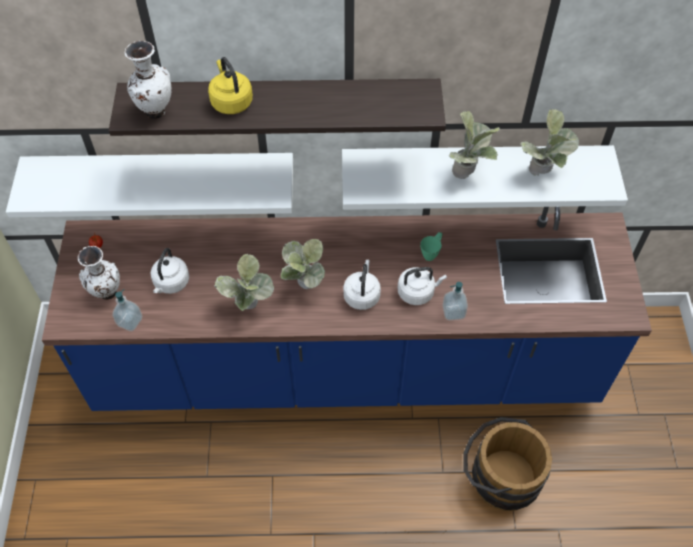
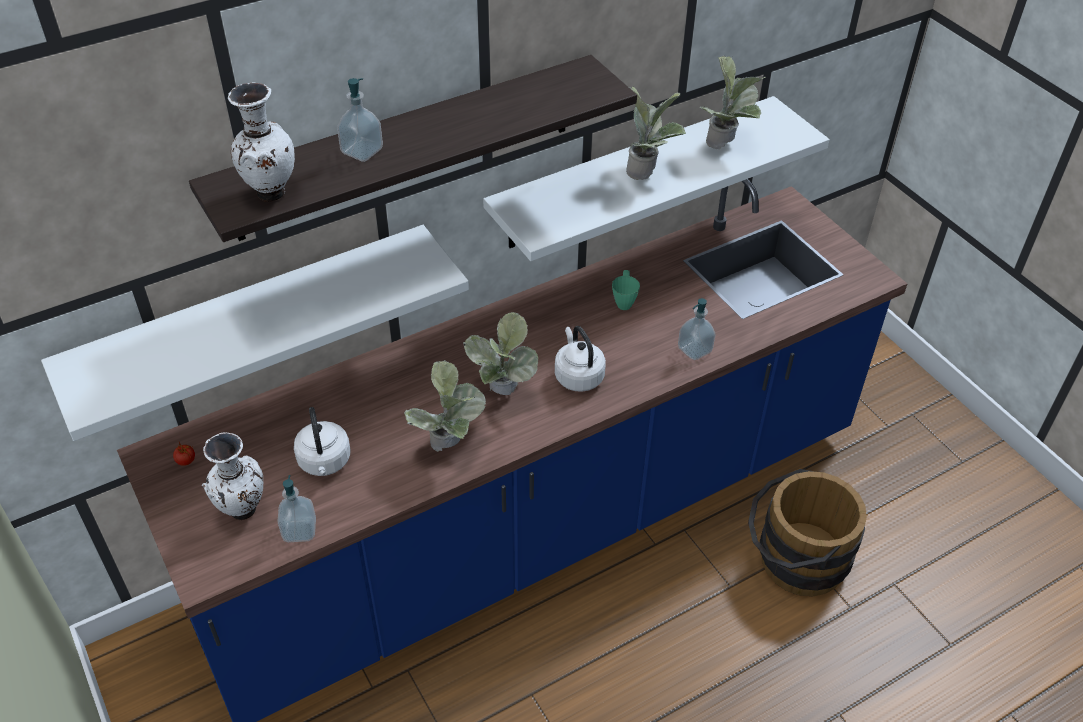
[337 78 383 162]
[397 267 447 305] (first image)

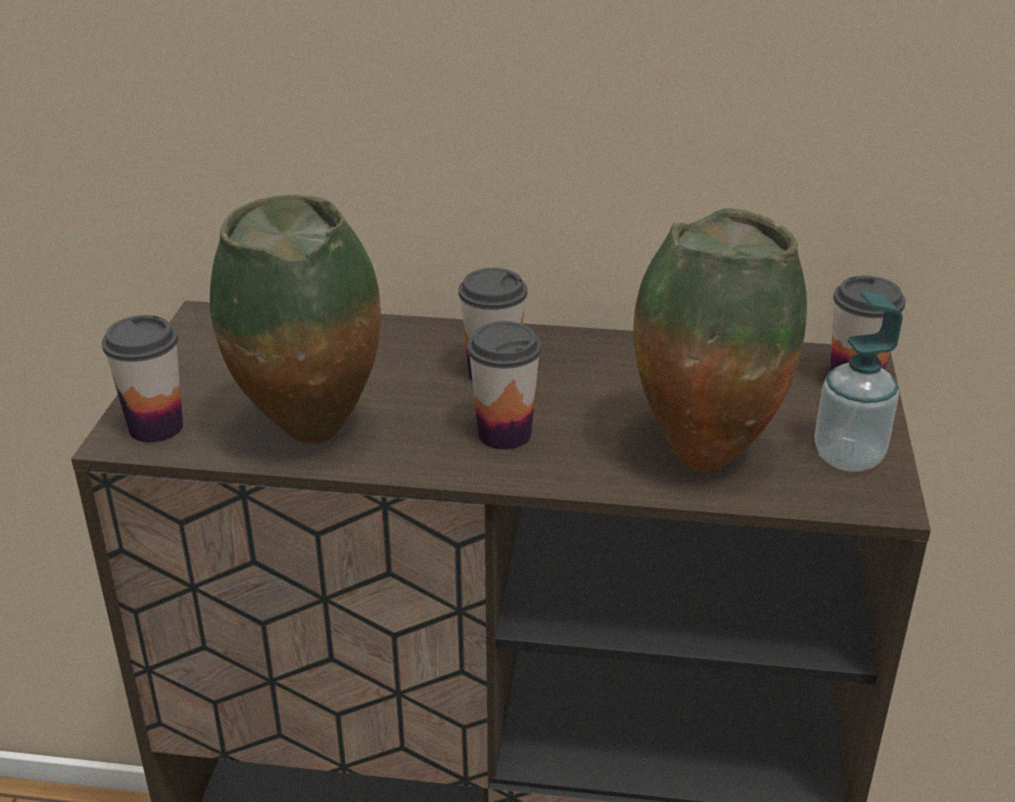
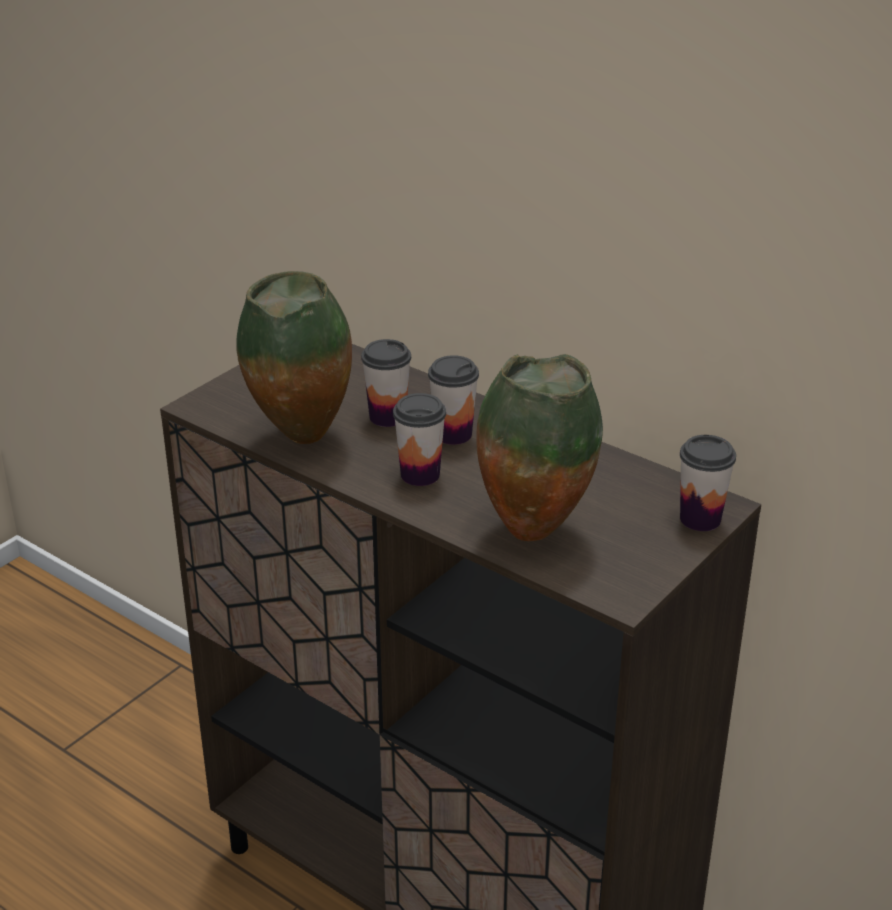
[361 339 411 427]
[814 291 903 471] (first image)

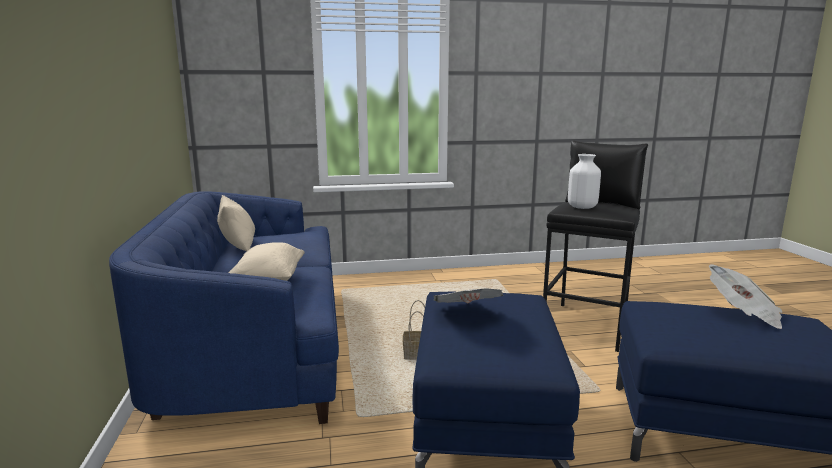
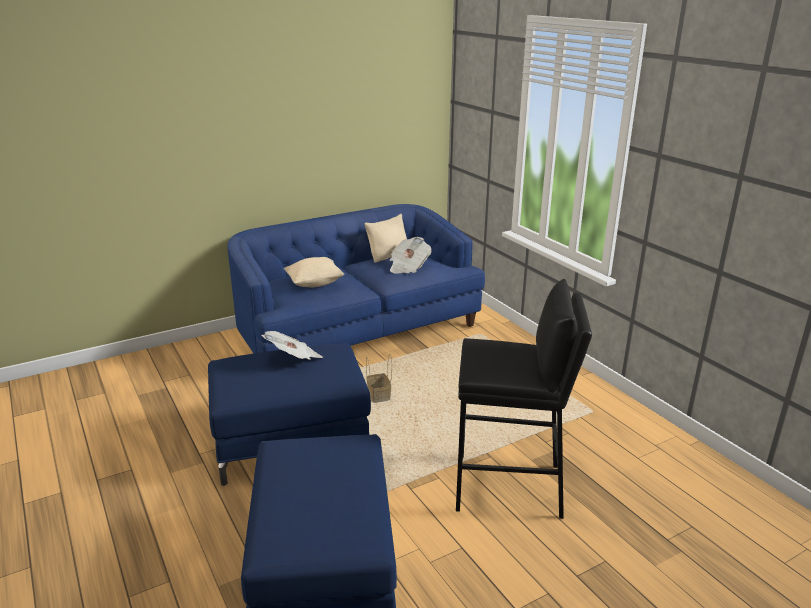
[568 154 601 209] (first image)
[390 237 432 274]

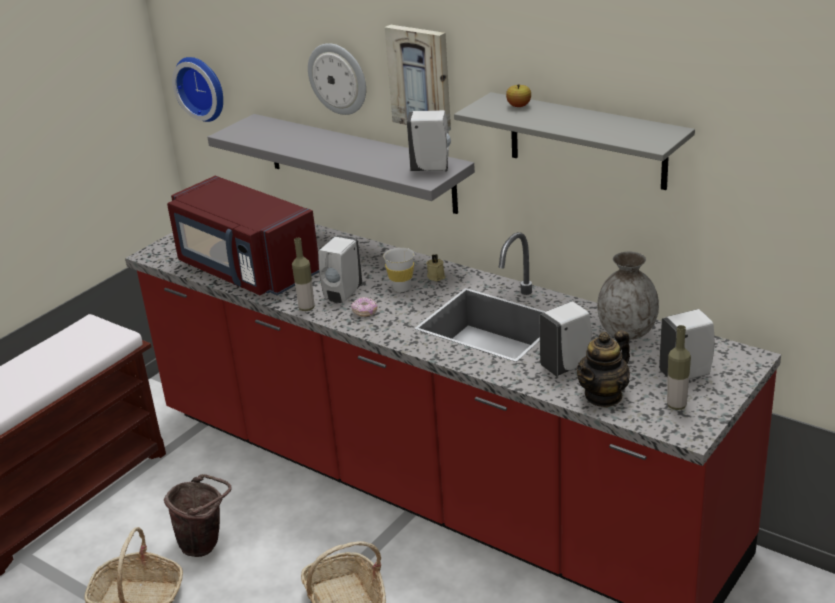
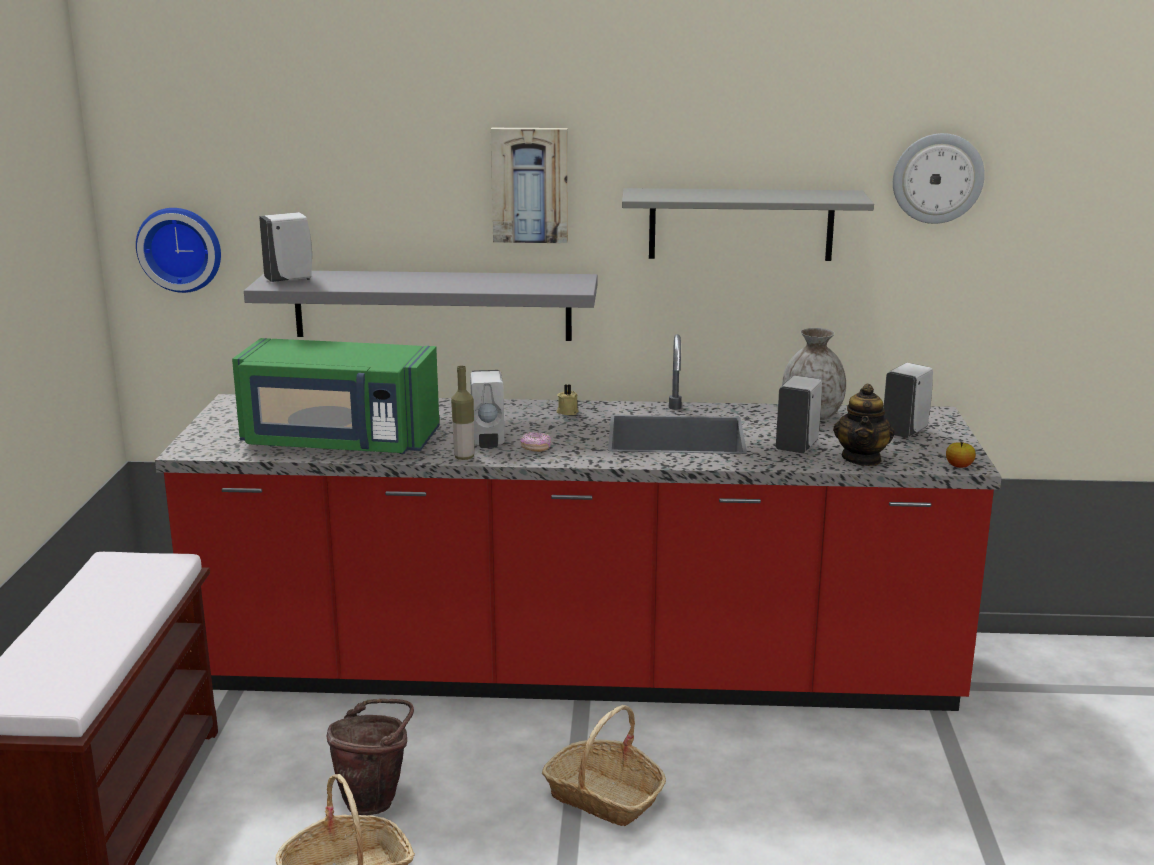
[232 338 440 454]
[893 133 985 224]
[383 248 415 292] (first image)
[259 212 312 282]
[946 442 976 468]
[667 325 691 410] (first image)

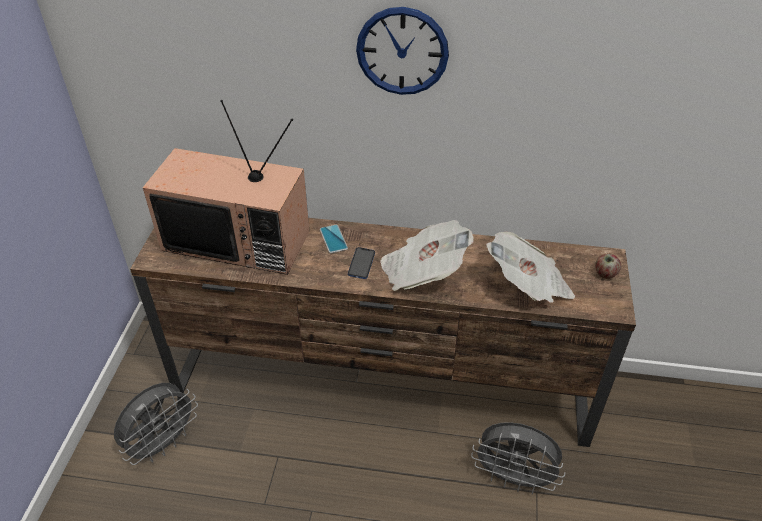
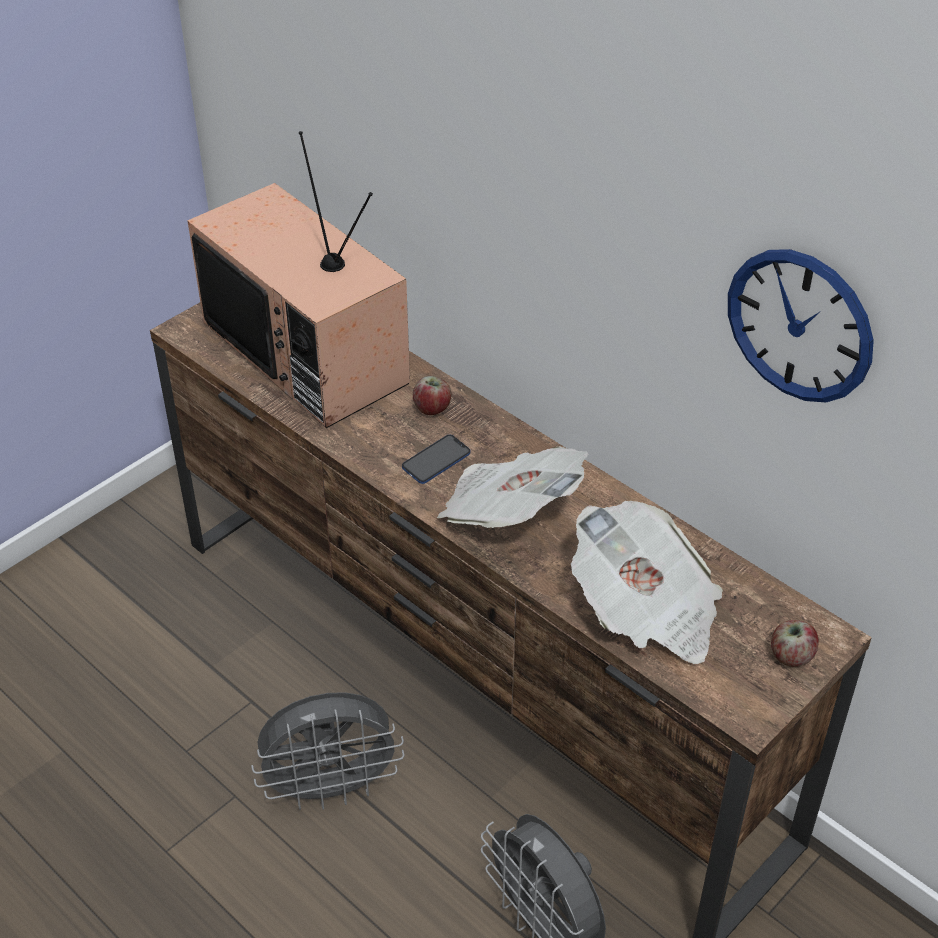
[251 692 404 810]
[413 376 451 415]
[728 249 874 402]

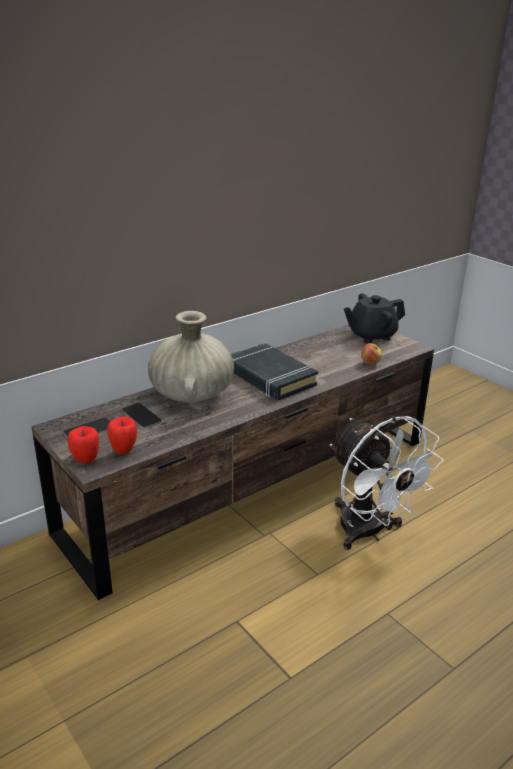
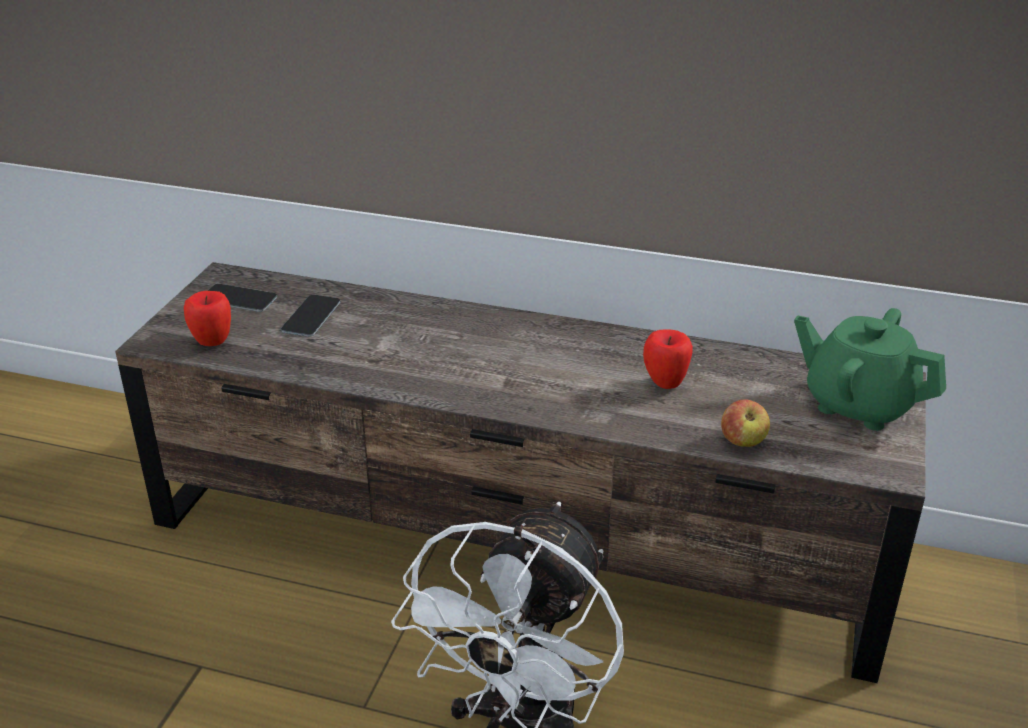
[643 329 693 389]
[148 311 234 403] (first image)
[231 343 318 401] (first image)
[794 308 946 431]

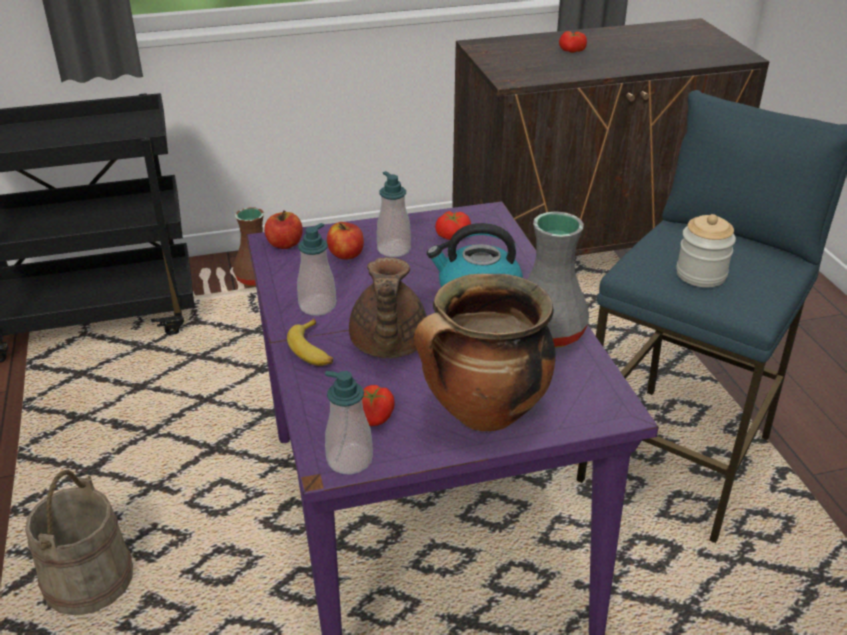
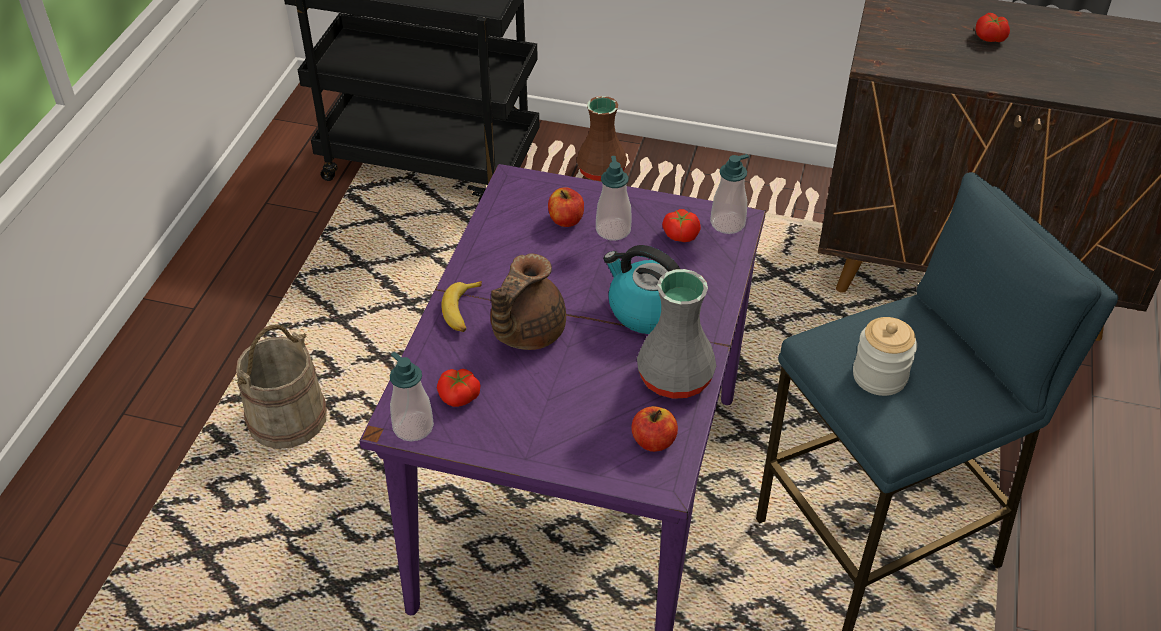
[631 406 678 452]
[710 154 749 234]
[414 274 556 431] (first image)

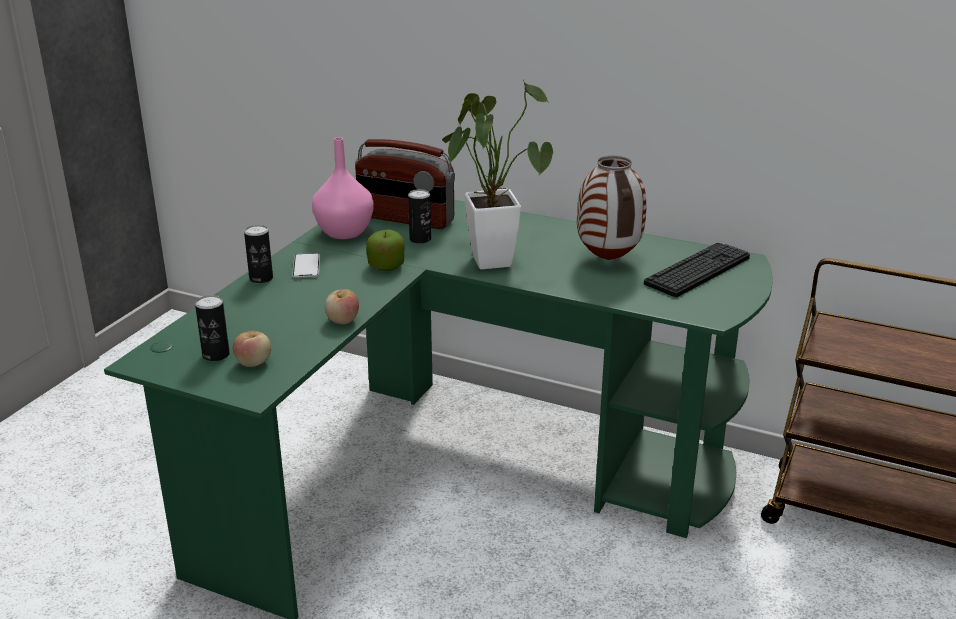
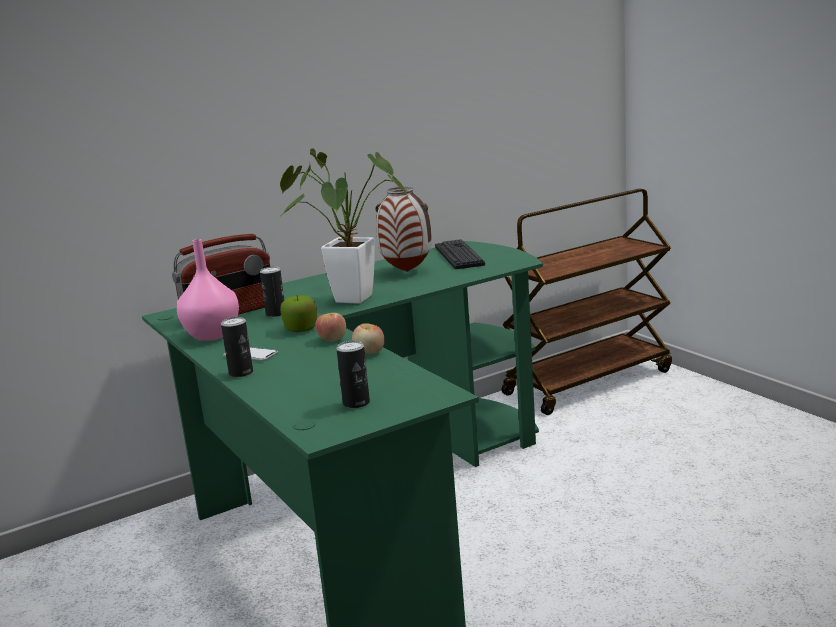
[315 313 346 342]

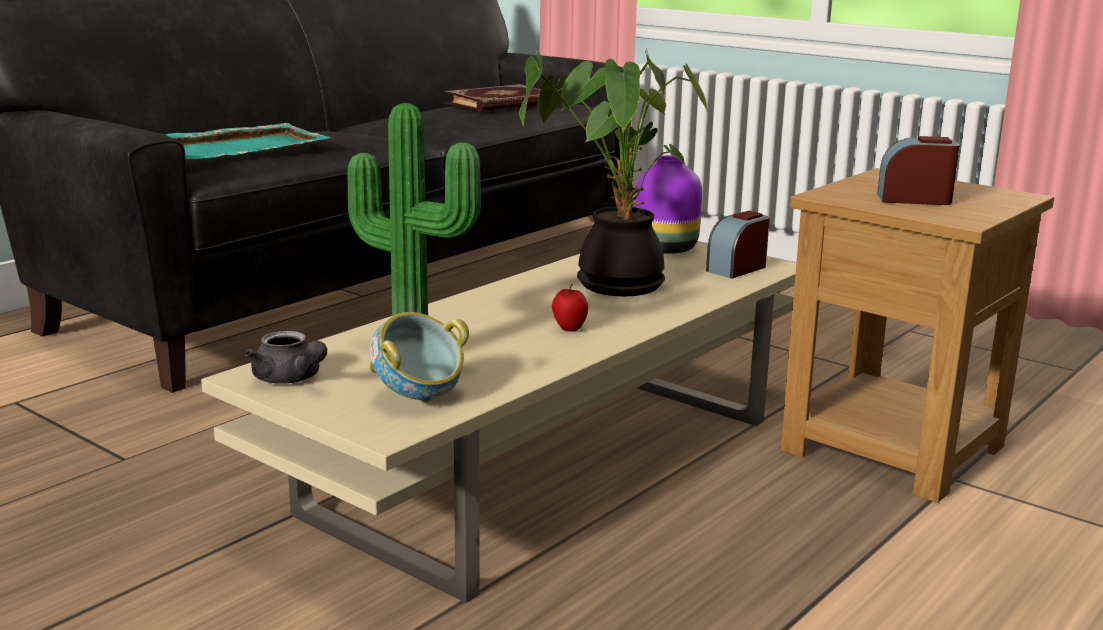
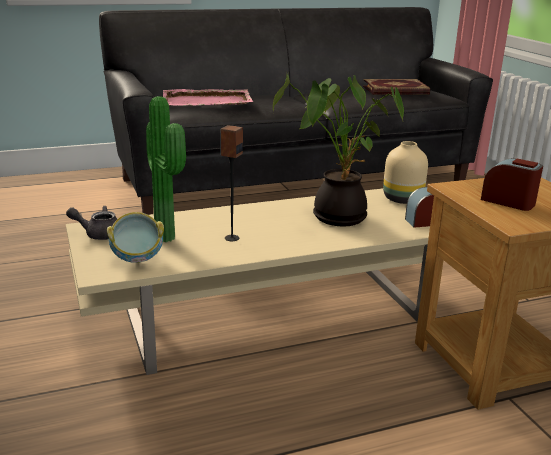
[163 89 253 106]
[66 206 117 240]
[552 284 588 331] (first image)
[383 141 428 204]
[220 125 243 241]

